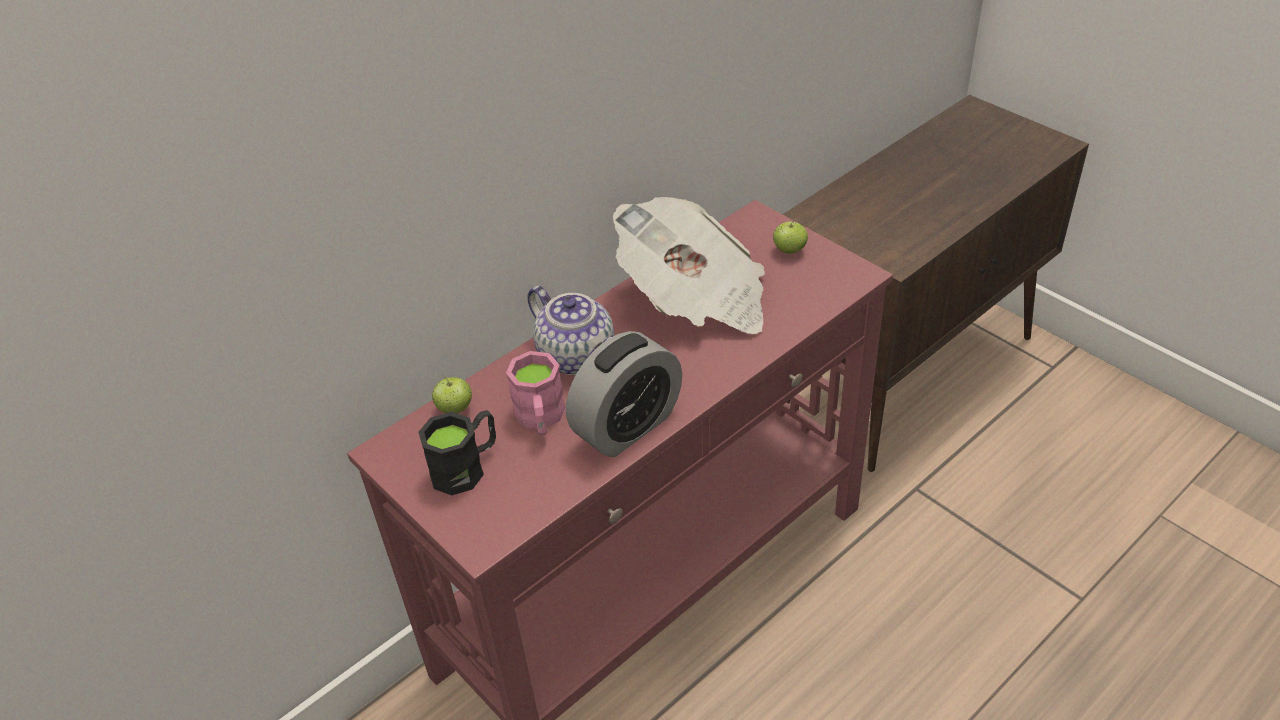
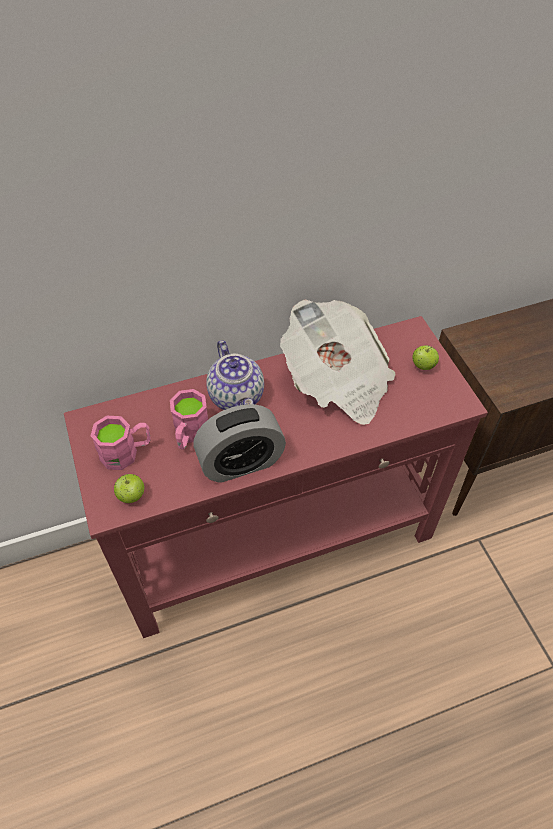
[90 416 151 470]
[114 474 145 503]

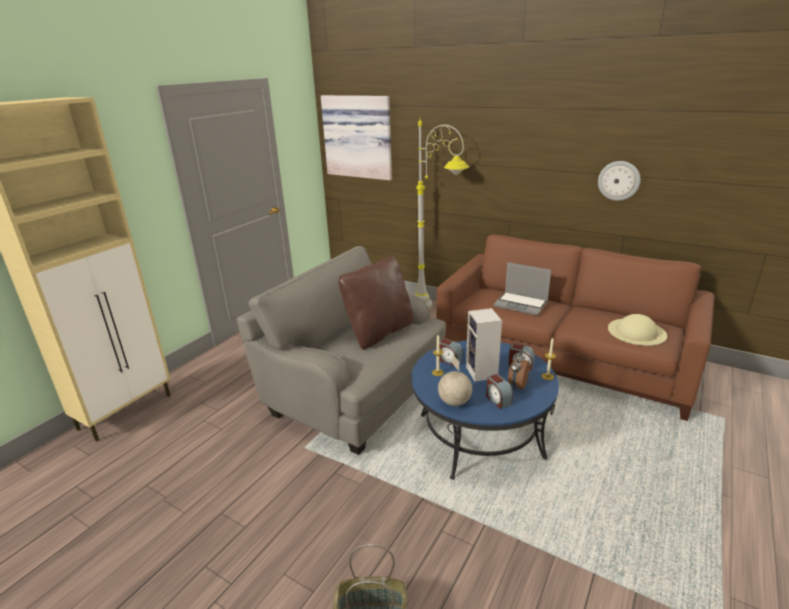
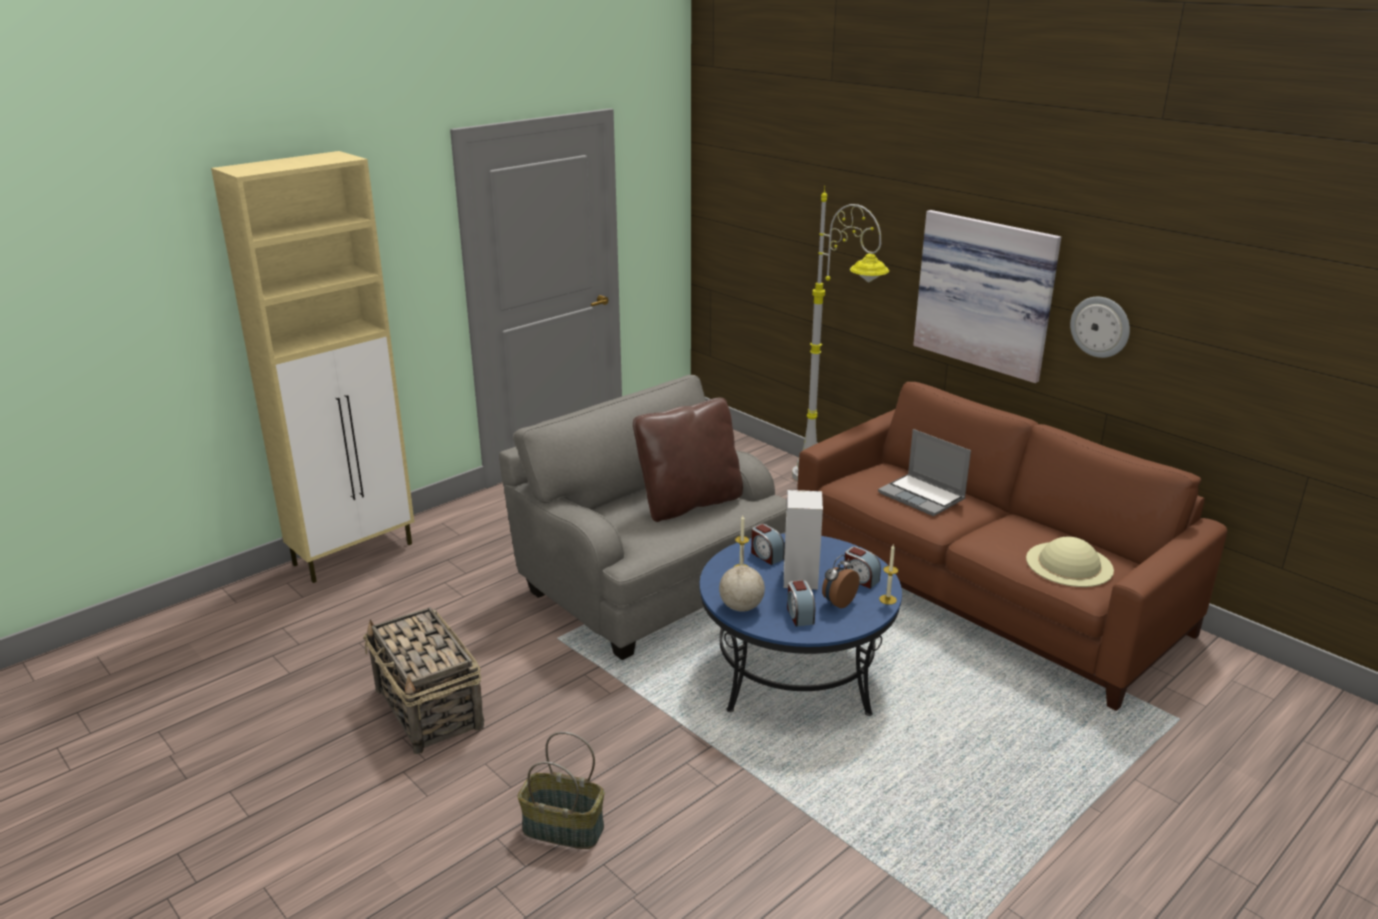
[913 210 1061 383]
[363 607 484 754]

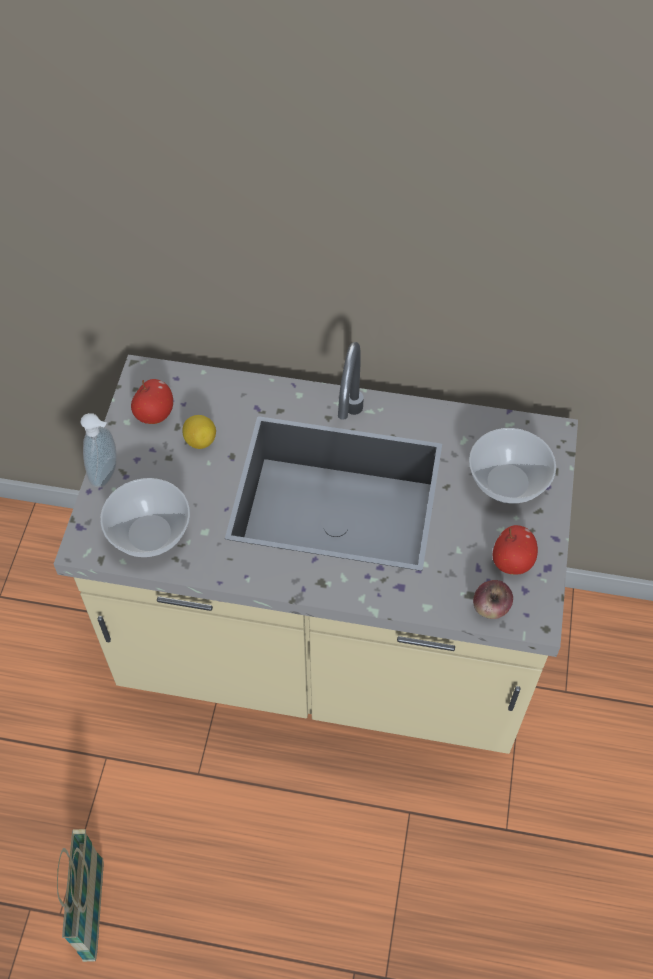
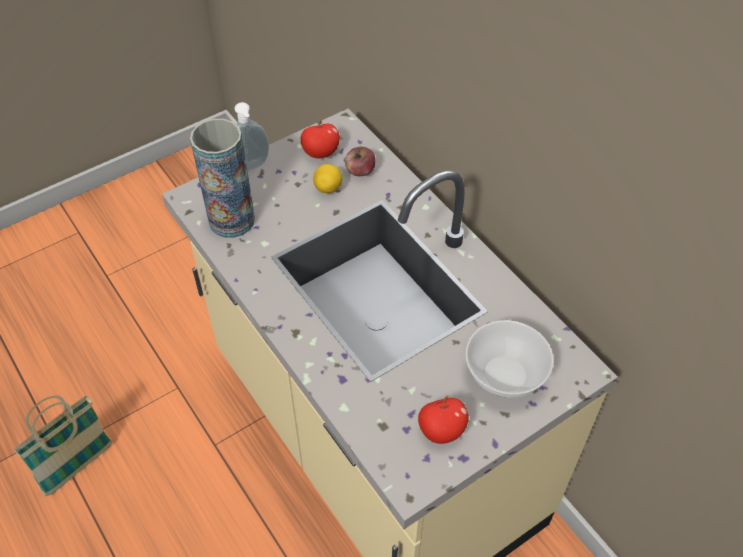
[190 118 255 238]
[345 147 376 176]

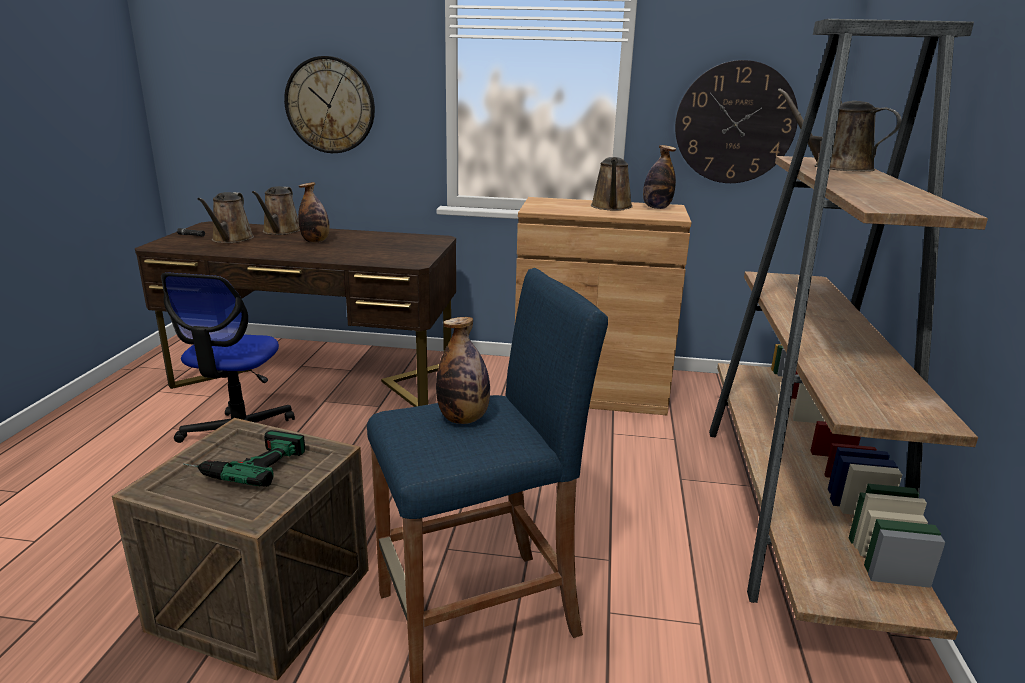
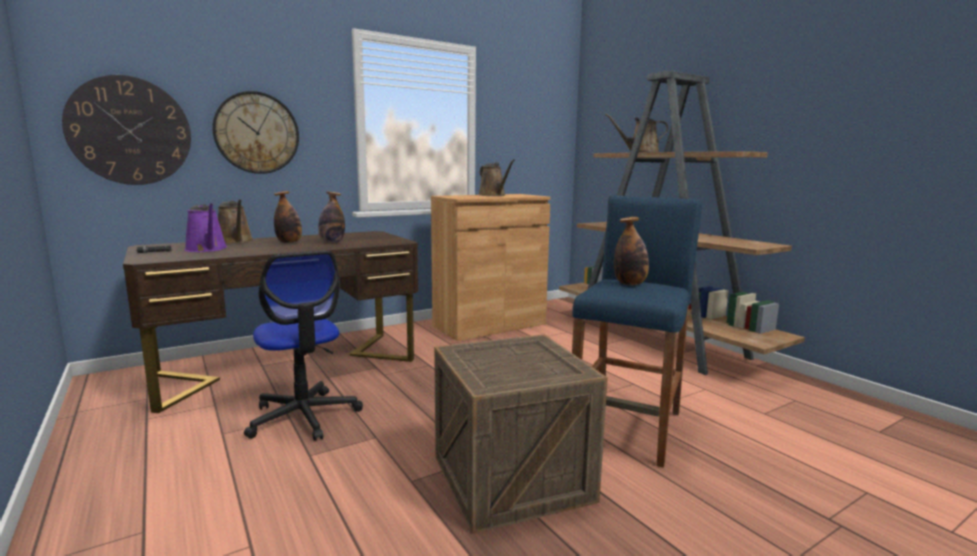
[183 430 305 487] (first image)
[184 203 227 252]
[318 192 345 243]
[62 75 191 185]

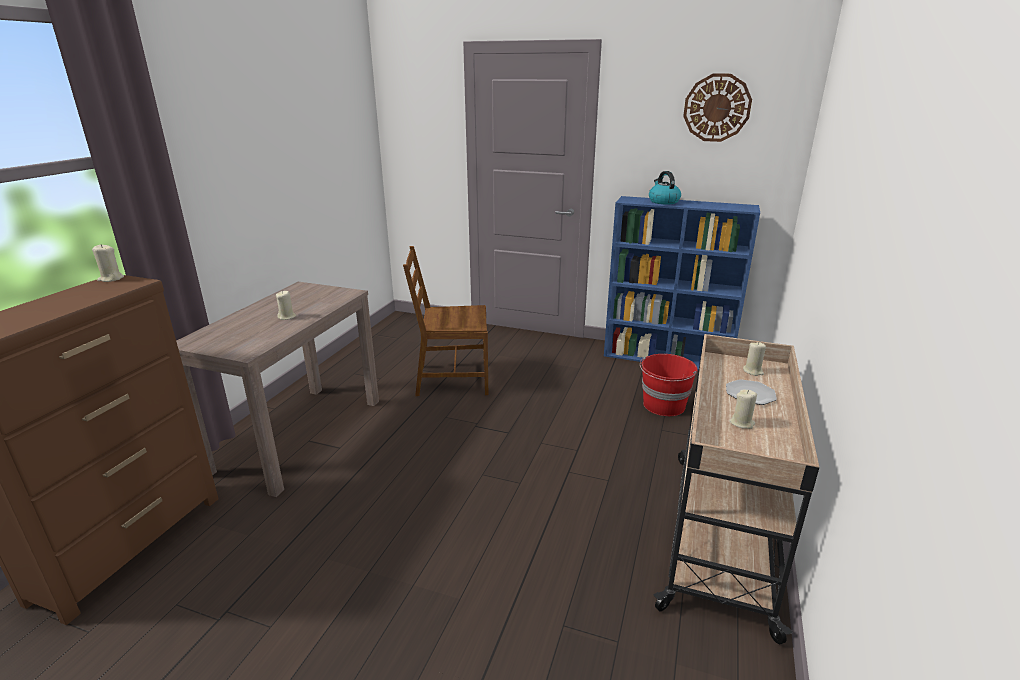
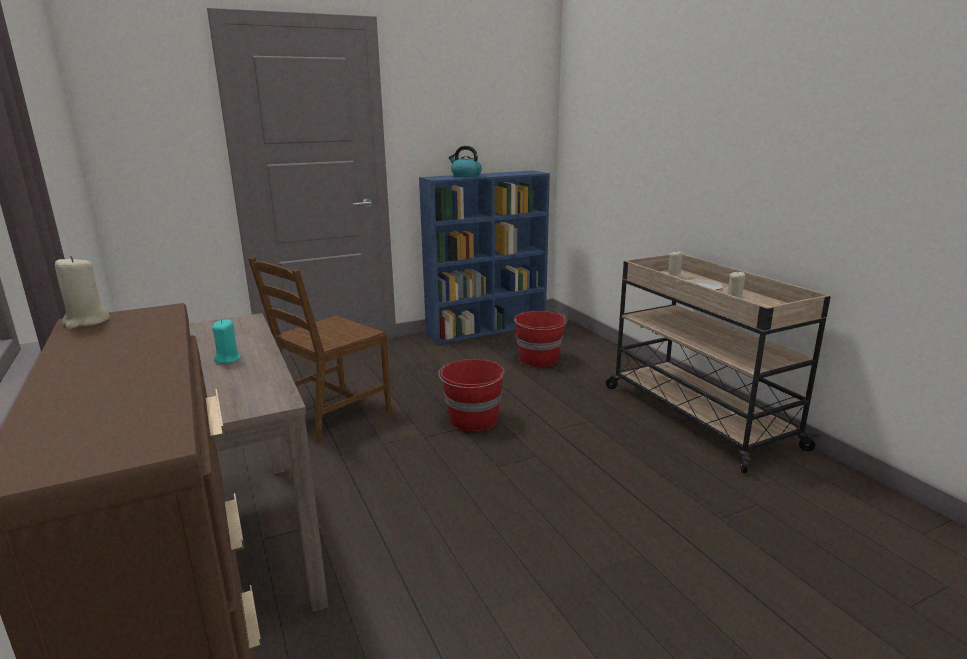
[212 320 241 364]
[683 74 752 142] (first image)
[439 359 505 432]

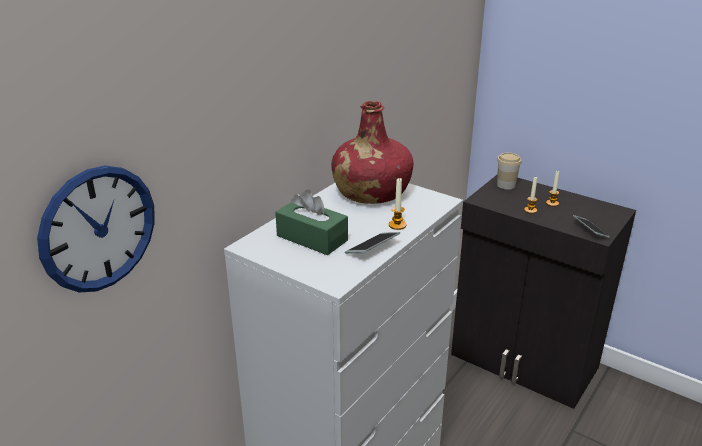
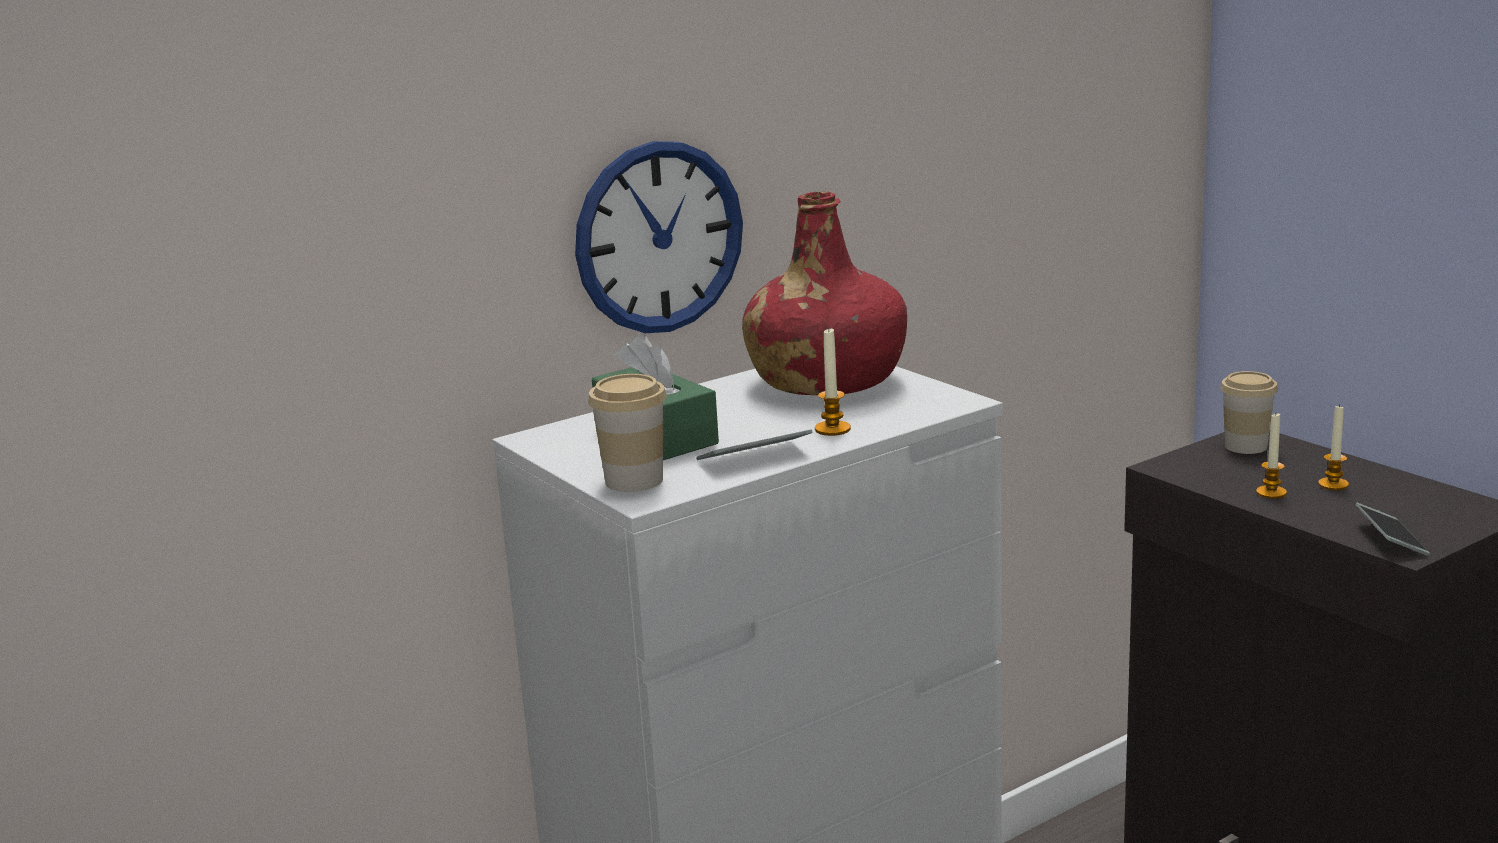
[575 141 743 333]
[588 374 667 492]

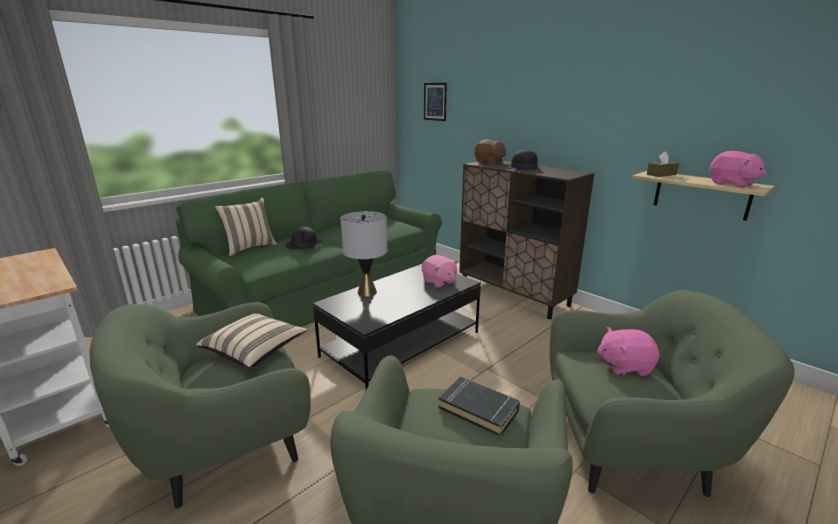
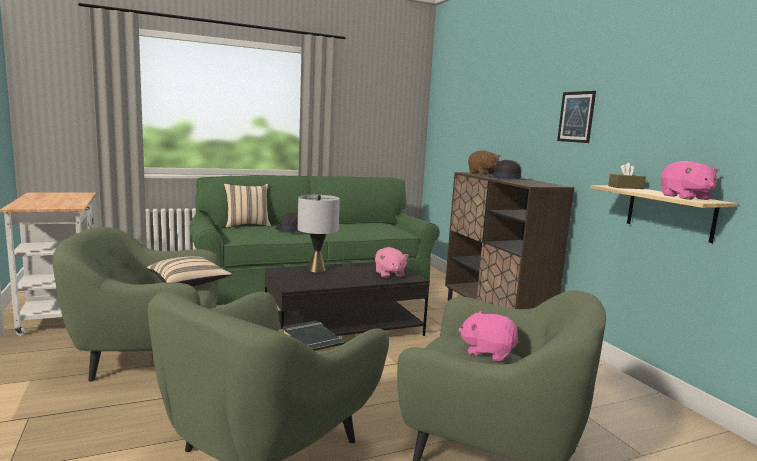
[557 91 596 143]

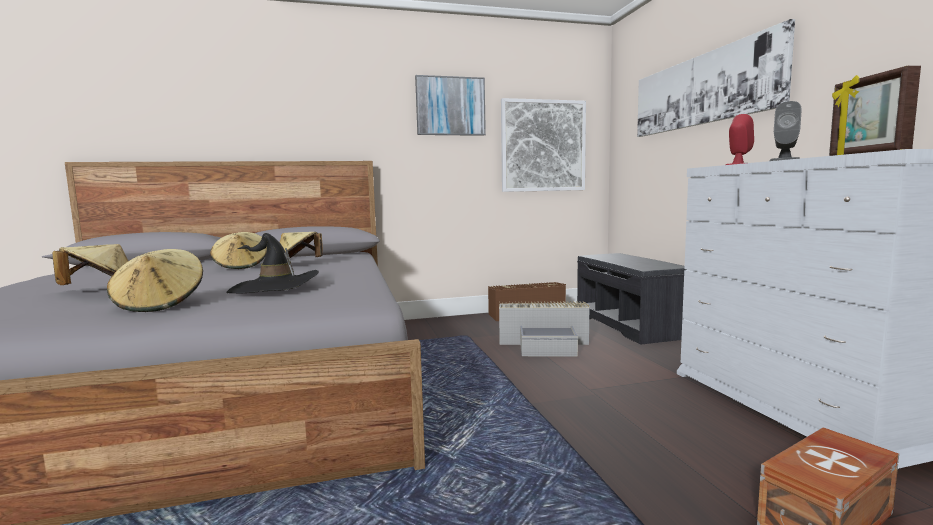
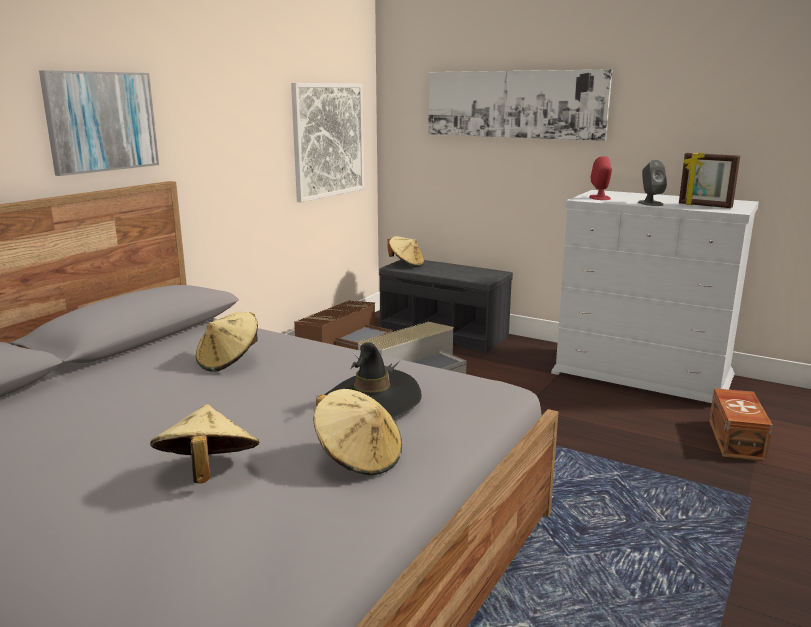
[387 236 424 267]
[39 70 159 176]

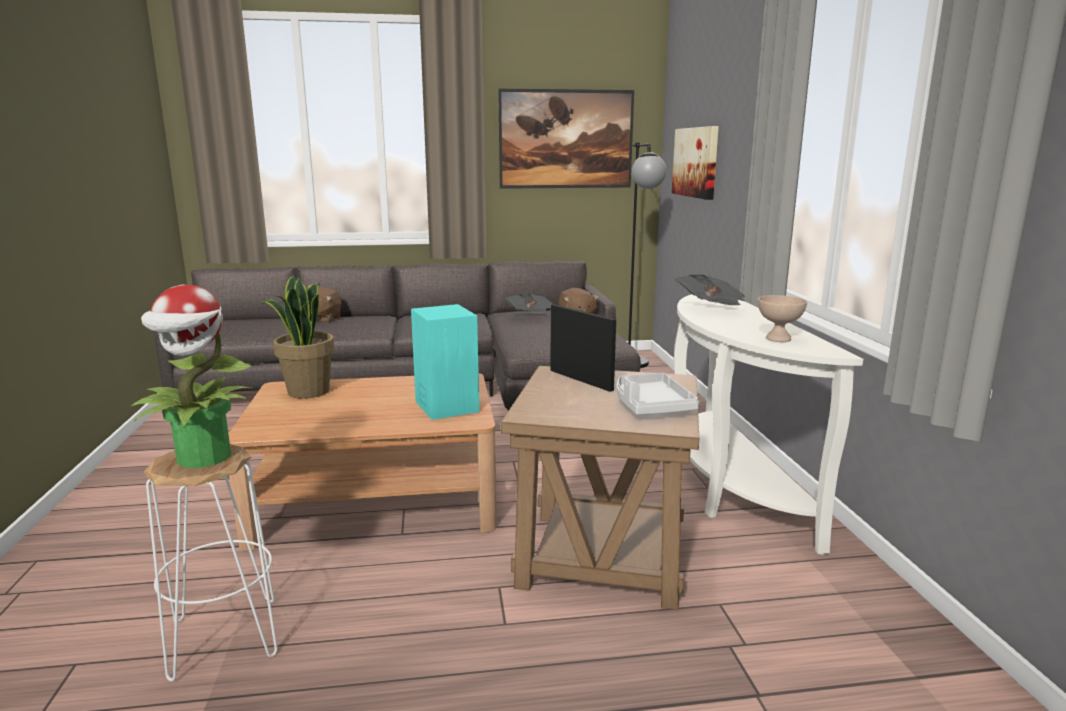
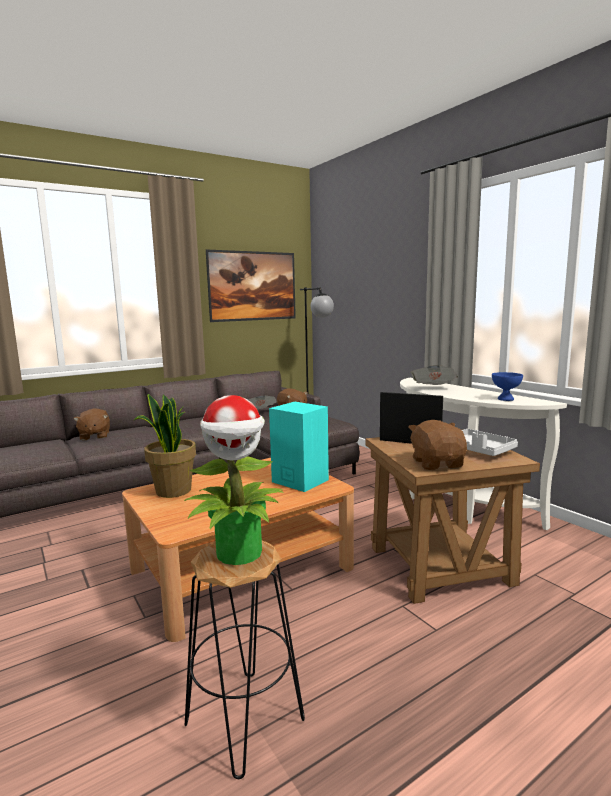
[184 540 305 779]
[672 126 719 200] (first image)
[492 372 523 401]
[408 420 467 470]

